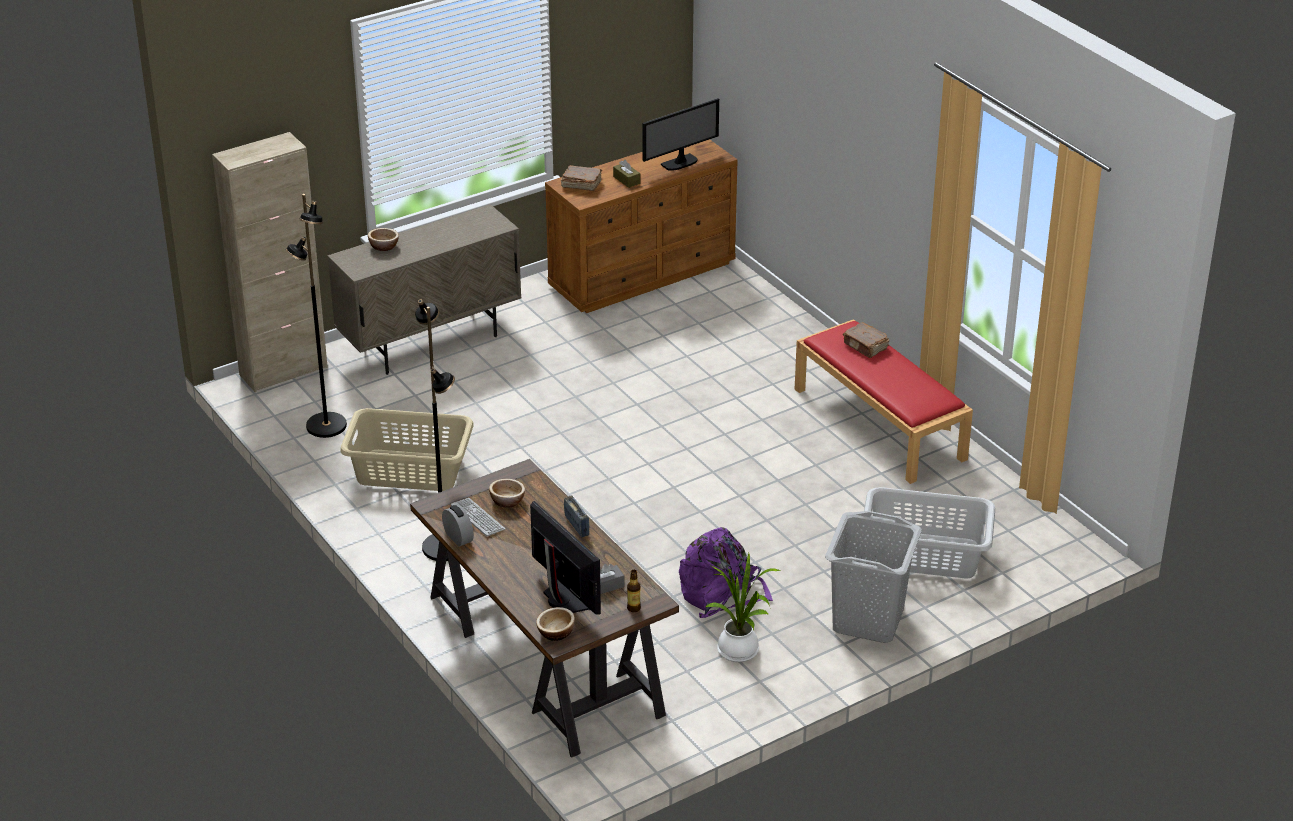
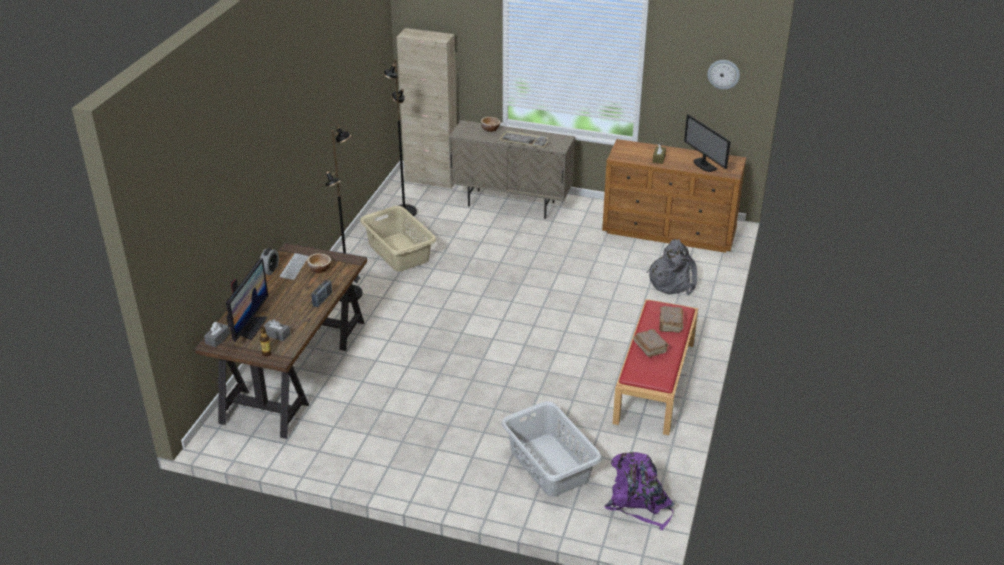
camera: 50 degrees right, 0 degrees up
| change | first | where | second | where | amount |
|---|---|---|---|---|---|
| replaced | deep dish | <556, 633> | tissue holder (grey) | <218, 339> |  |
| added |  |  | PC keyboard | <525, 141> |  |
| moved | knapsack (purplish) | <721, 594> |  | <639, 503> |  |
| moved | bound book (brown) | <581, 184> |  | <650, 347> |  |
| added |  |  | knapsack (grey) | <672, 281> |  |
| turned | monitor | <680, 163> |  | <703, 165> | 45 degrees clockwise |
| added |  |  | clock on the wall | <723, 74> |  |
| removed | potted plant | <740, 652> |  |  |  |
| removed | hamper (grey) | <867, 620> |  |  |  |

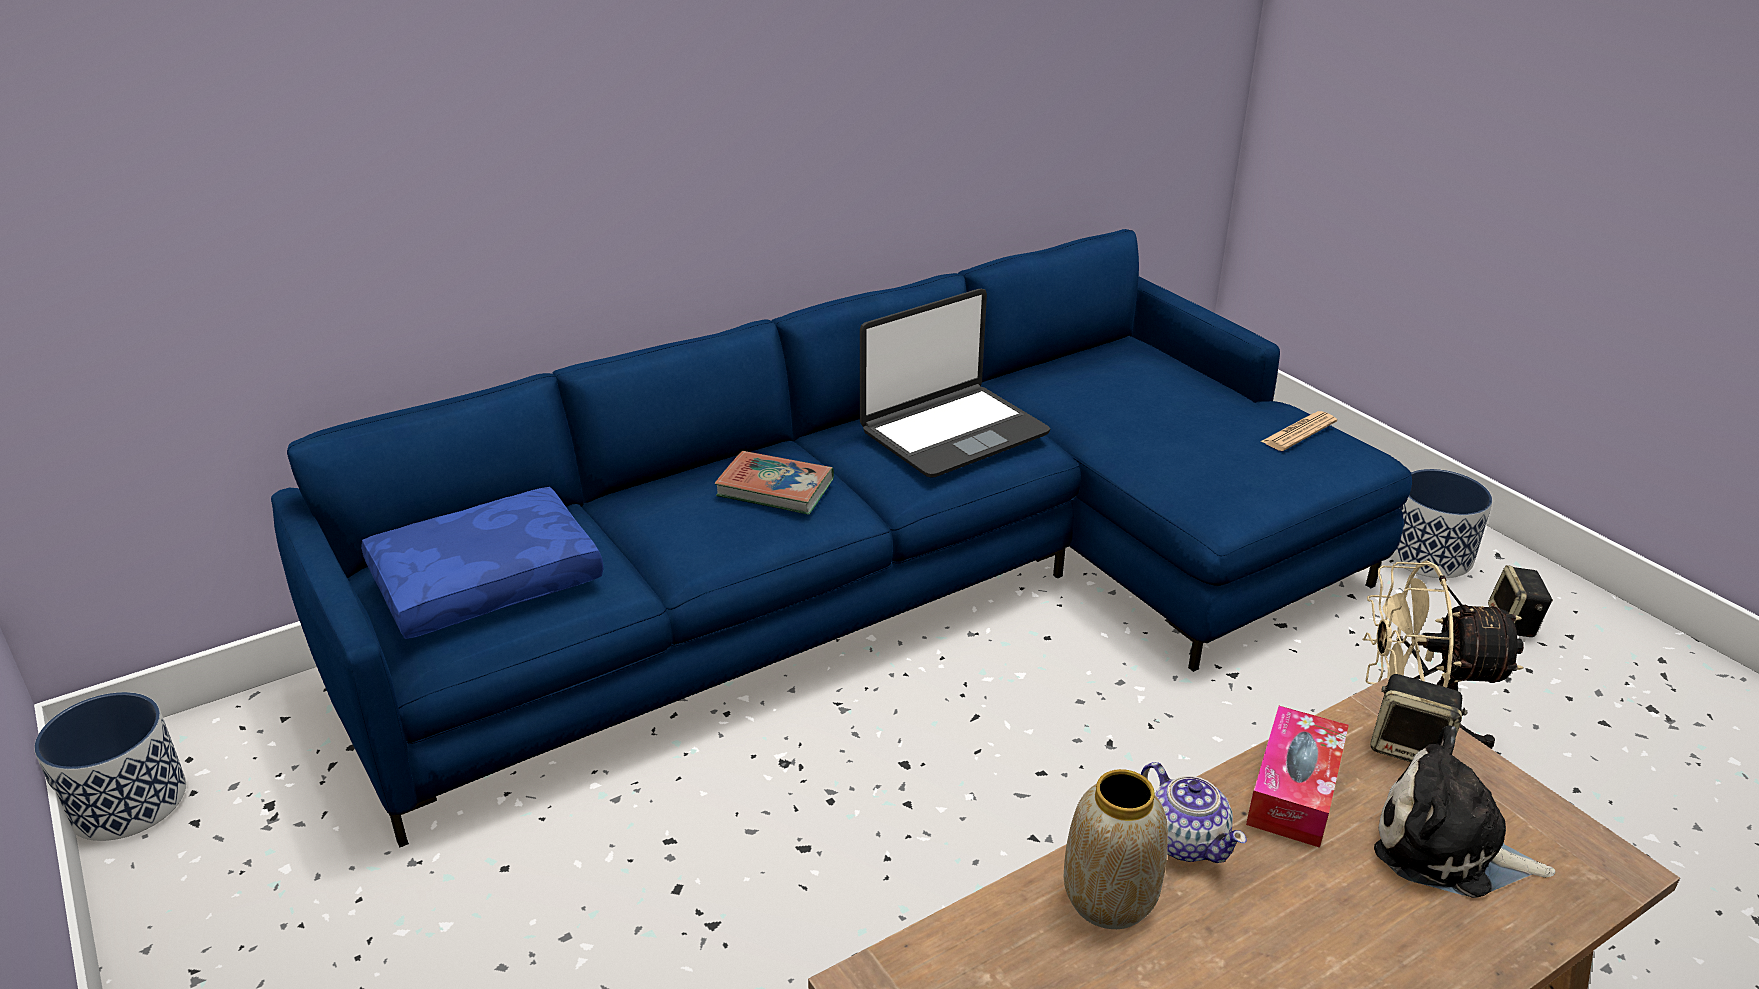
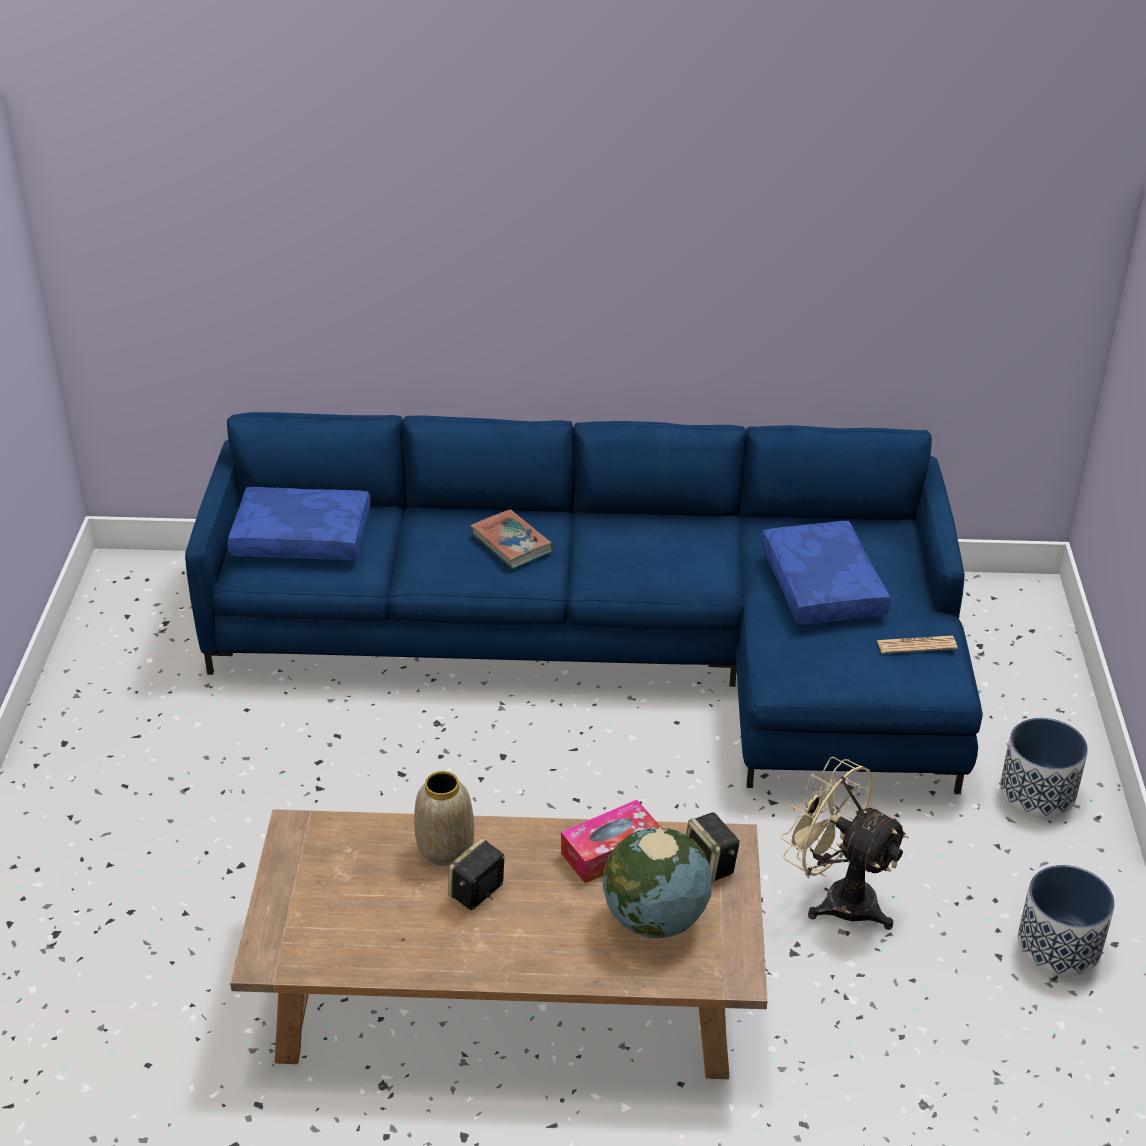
camera: 35 degrees right, 5 degrees up
| change | first | where | second | where | amount |
|---|---|---|---|---|---|
| moved | speaker | <1513, 623> |  | <477, 893> |  |
| replaced | cuddly toy | <1447, 847> | globe | <655, 919> |  |
| added |  |  | throw pillow (blue-coloured) | <819, 586> |  |
| moved | plant pot | <128, 802> |  | <1058, 945> |  |
| removed | laptop | <953, 432> |  |  |  |
| removed | tea pot | <1185, 840> |  |  |  |

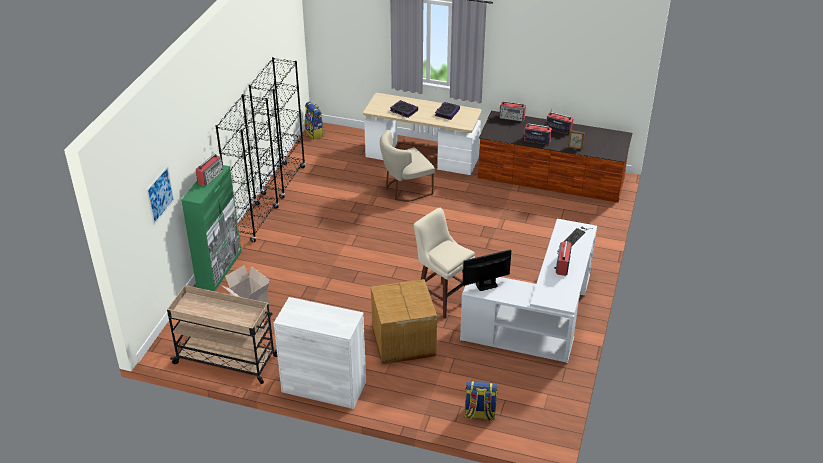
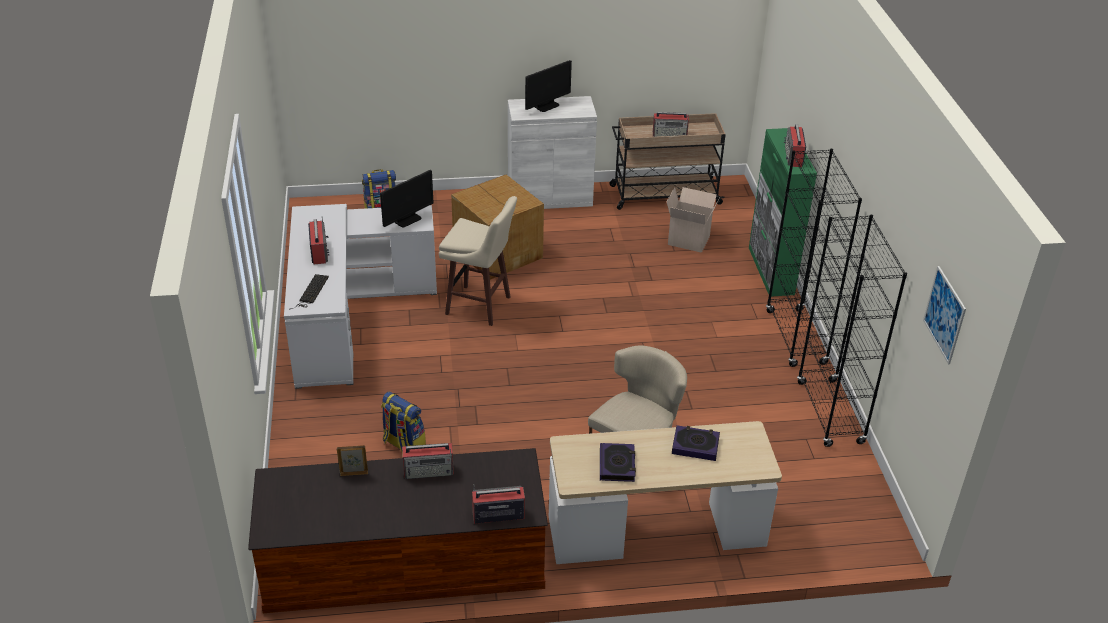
camera: 155 degrees right, 0 degrees up
| change | first | where | second | where | amount |
|---|---|---|---|---|---|
| moved | knapsack | <315, 133> |  | <403, 444> |  |
| added |  |  | monitor | <546, 106> |  |
| moved | radio receiver | <558, 129> |  | <670, 134> |  |
| moved | picture | <160, 195> |  | <944, 314> |  |

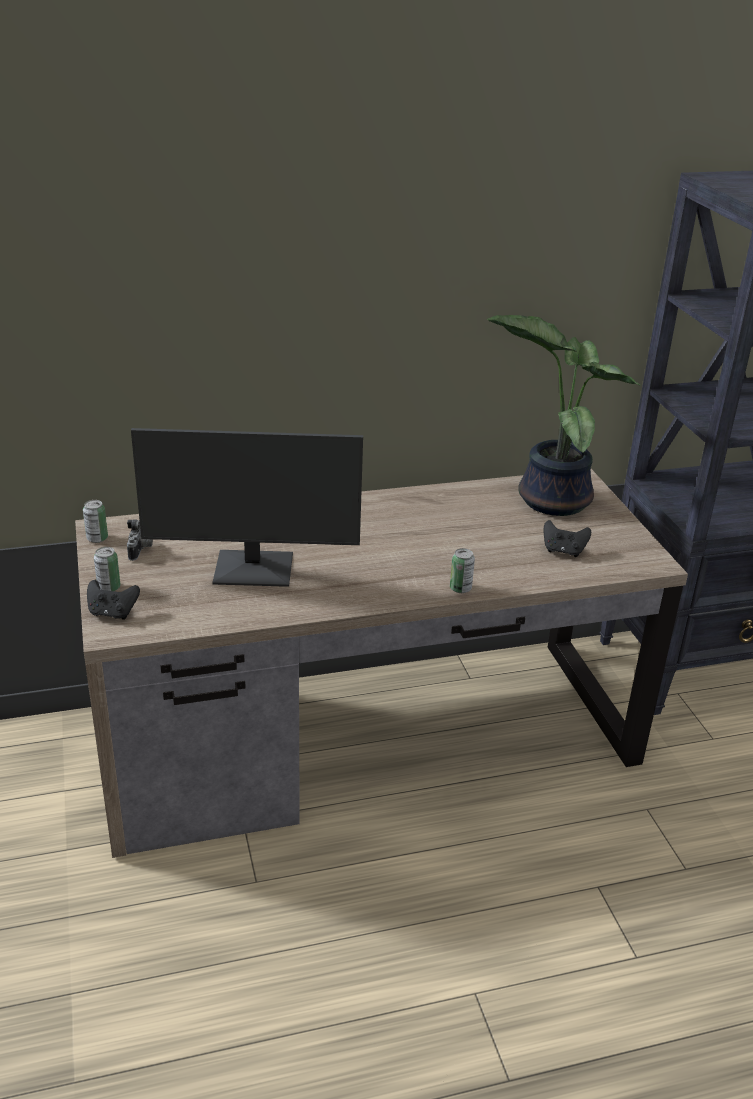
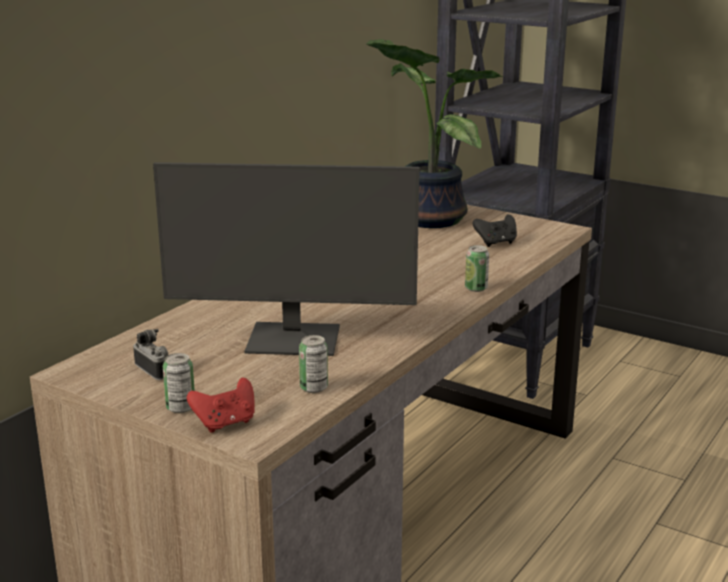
camera: 40 degrees left, 10 degrees down
| change | first | where | second | where | amount |
|---|---|---|---|---|---|
| turned | monitor | <254, 570> |  | <293, 341> | 45 degrees clockwise |
| recoloured | joypad (black) | <112, 613> | joypad (red-coloured) | <225, 423> |  |
| moved | metal can | <97, 538> |  | <314, 388> |  |

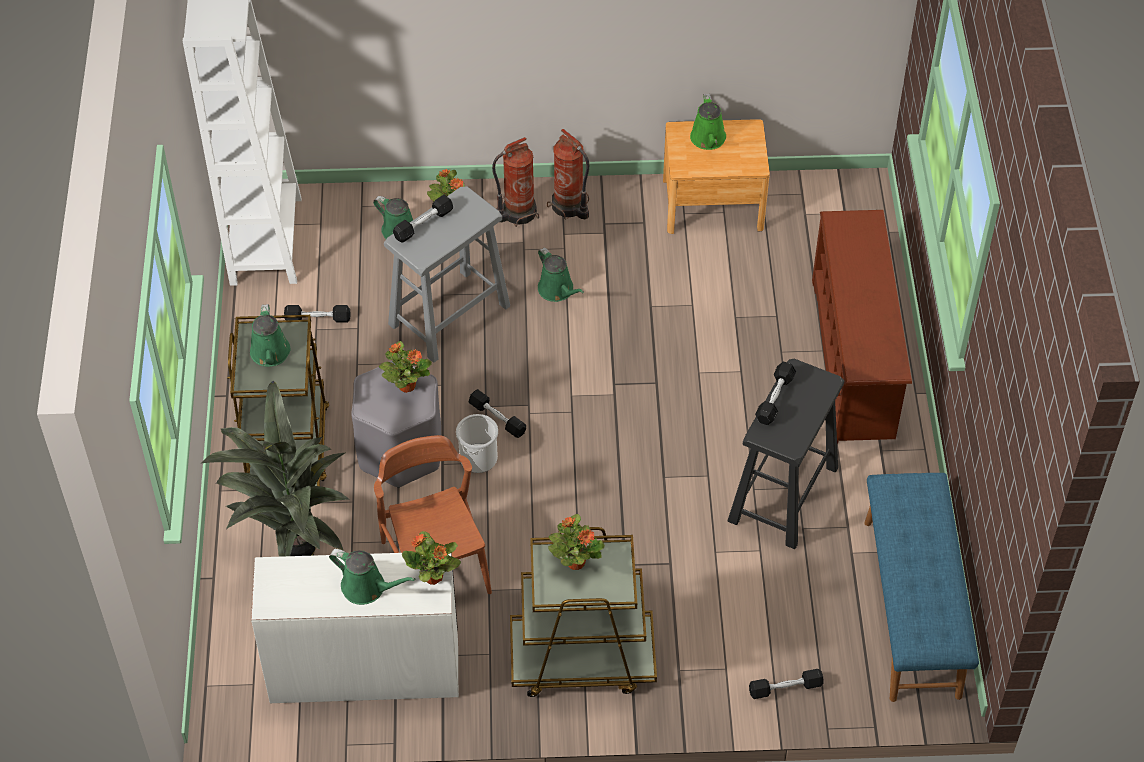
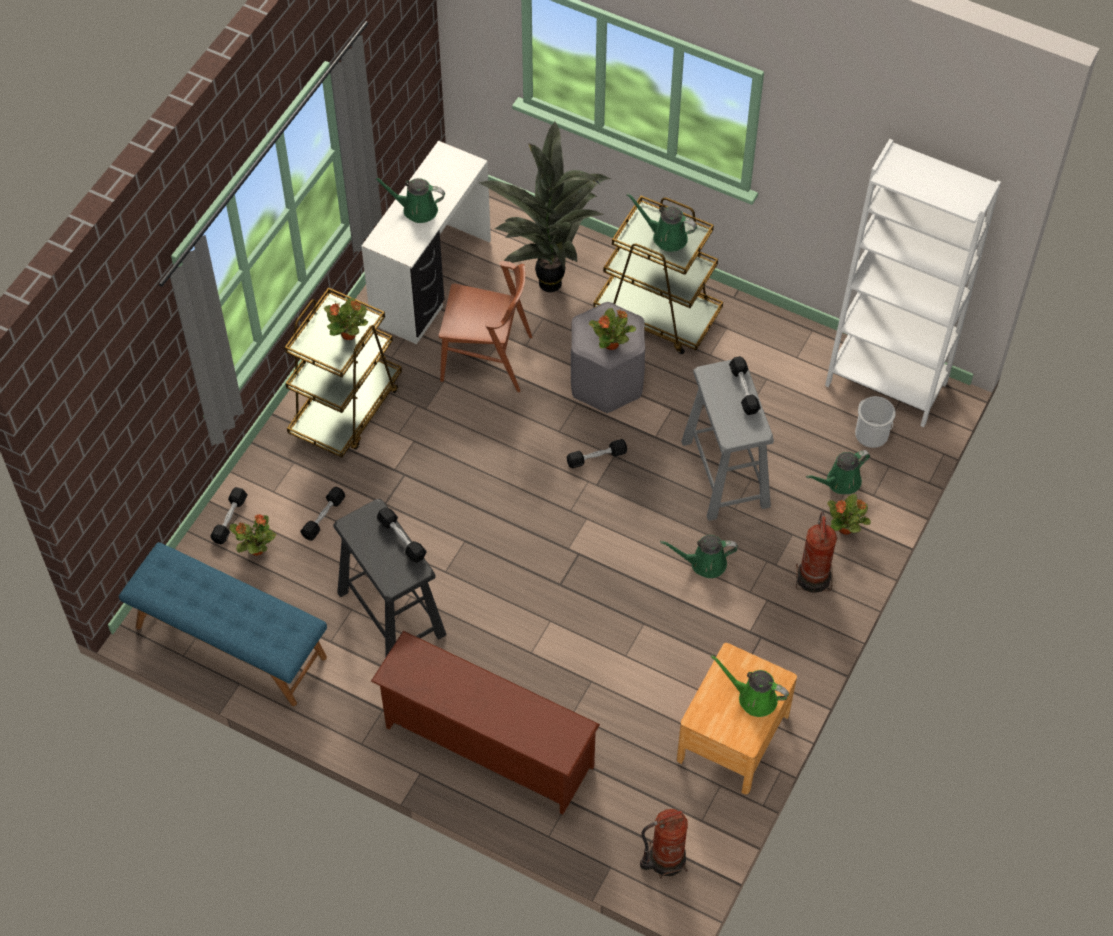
camera: 120 degrees right, 5 degrees up
| change | first | where | second | where | amount |
|---|---|---|---|---|---|
| moved | potted plant | <434, 577> |  | <256, 549> |  |
| moved | hand weight (black) | <318, 319> |  | <323, 517> |  |
| turned | watering pot (green-coloured) | <367, 587> |  | <416, 209> | 45 degrees clockwise |
| moved | fire-fighting cylinder | <569, 207> |  | <664, 859> |  |
| moved | bucket | <478, 458> |  | <871, 434> |  |

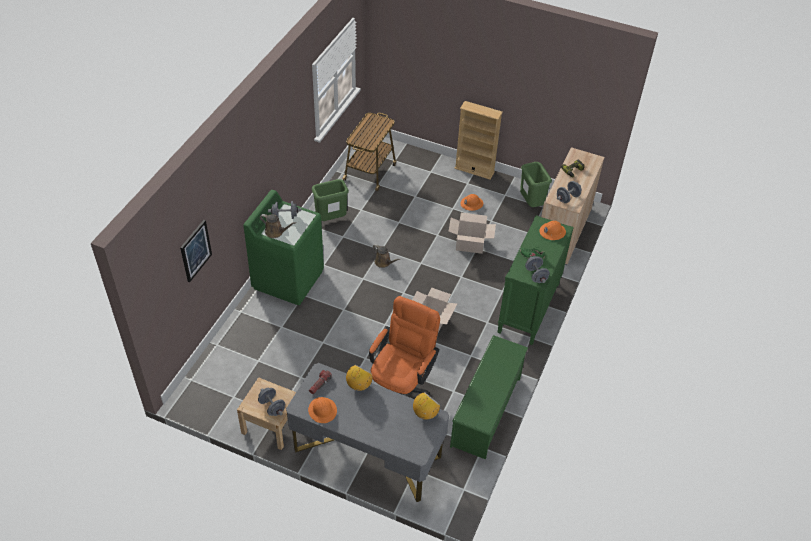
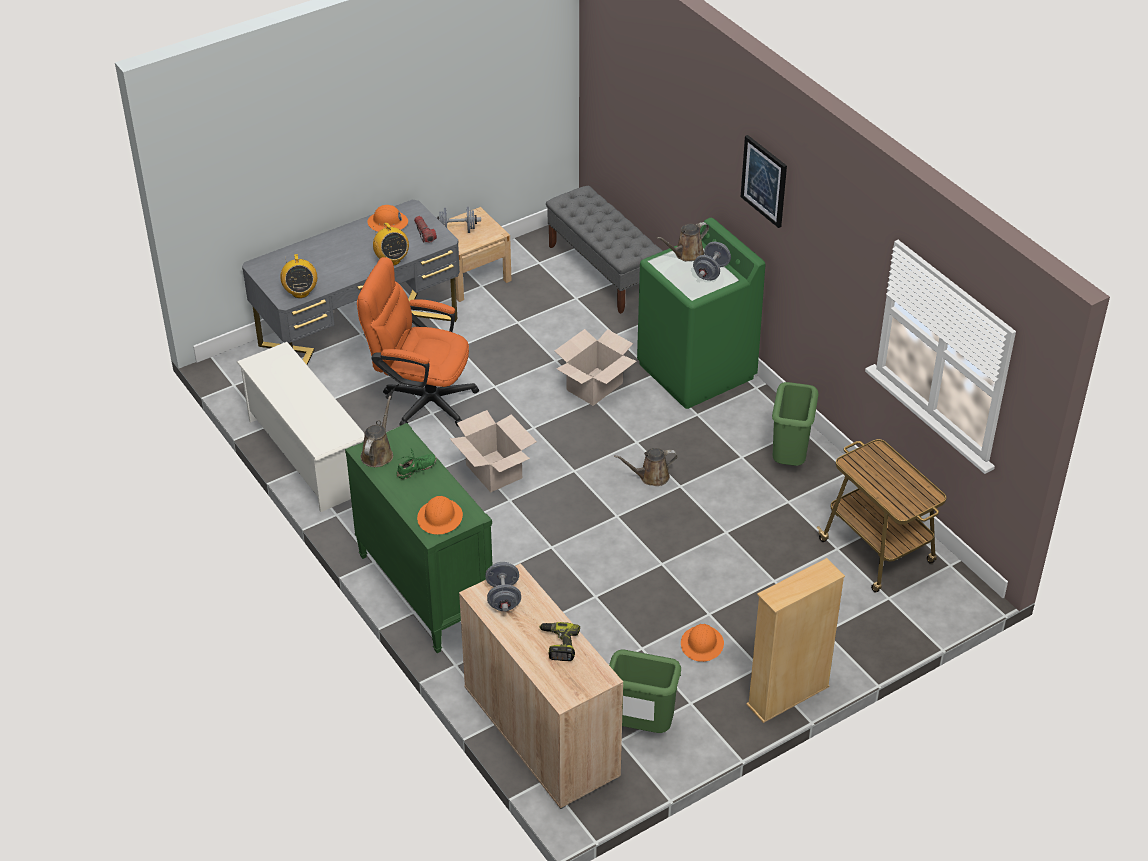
camera: 125 degrees right, 5 degrees down
| change | first | where | second | where | amount |
|---|---|---|---|---|---|
| recoloured | shoe stand (green-coloured) | <486, 412> | shoe stand (white-coloured) | <308, 455> |  |
| turned | office chair (orange) | <401, 386> |  | <421, 399> | 135 degrees clockwise |
| replaced | hand weight (grey) | <536, 275> | watering pot (brown) | <378, 453> |  |
| added |  |  | bench (grey) | <603, 271> |  |
| moved | packing box | <470, 244> |  | <594, 386> |  |
| moved | picture | <195, 250> |  | <764, 181> |  |

